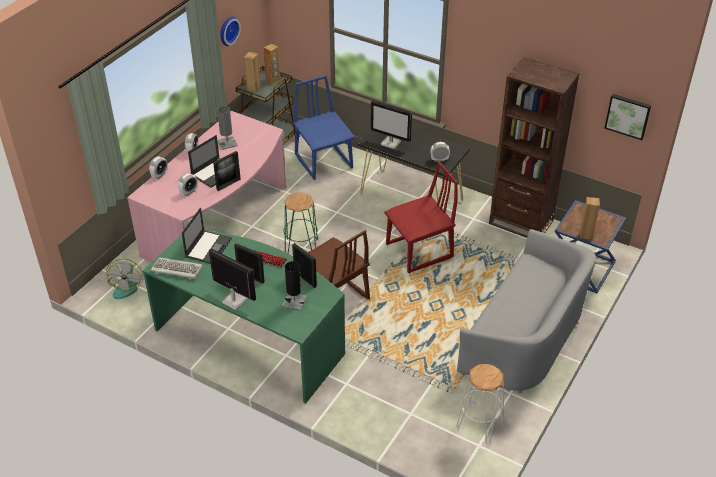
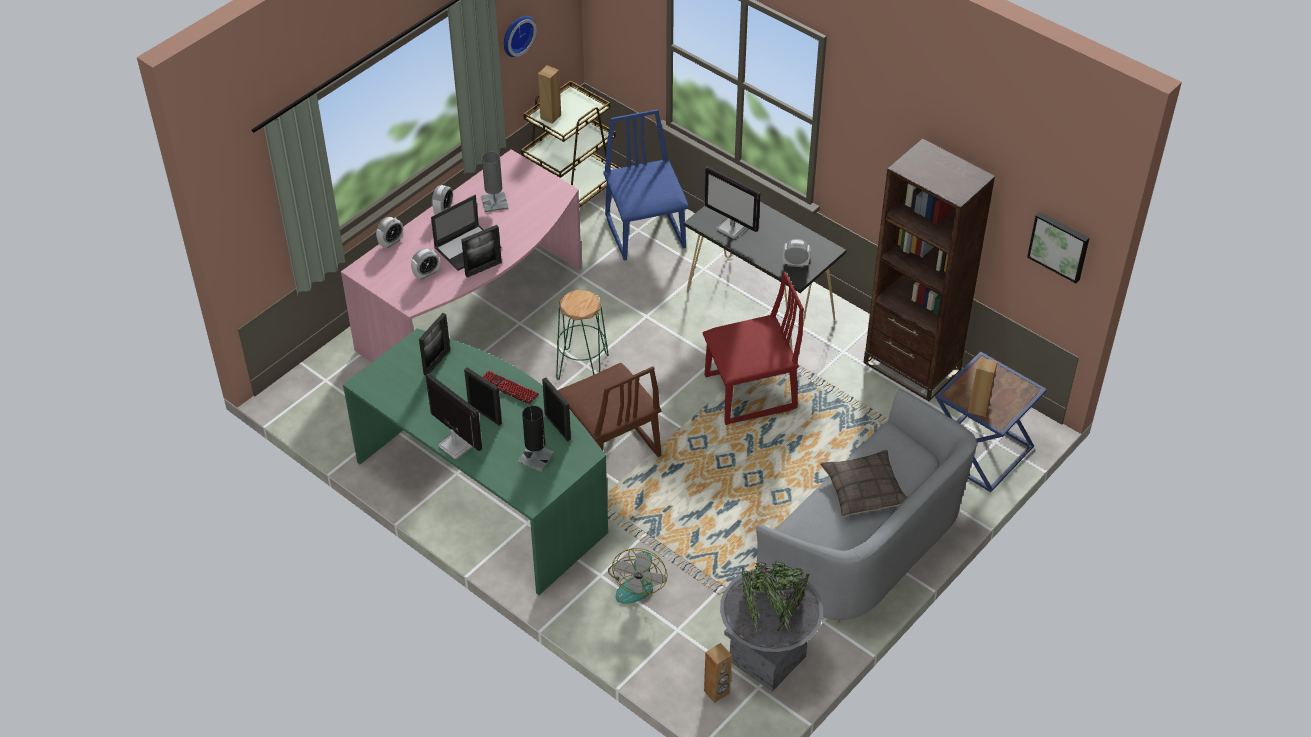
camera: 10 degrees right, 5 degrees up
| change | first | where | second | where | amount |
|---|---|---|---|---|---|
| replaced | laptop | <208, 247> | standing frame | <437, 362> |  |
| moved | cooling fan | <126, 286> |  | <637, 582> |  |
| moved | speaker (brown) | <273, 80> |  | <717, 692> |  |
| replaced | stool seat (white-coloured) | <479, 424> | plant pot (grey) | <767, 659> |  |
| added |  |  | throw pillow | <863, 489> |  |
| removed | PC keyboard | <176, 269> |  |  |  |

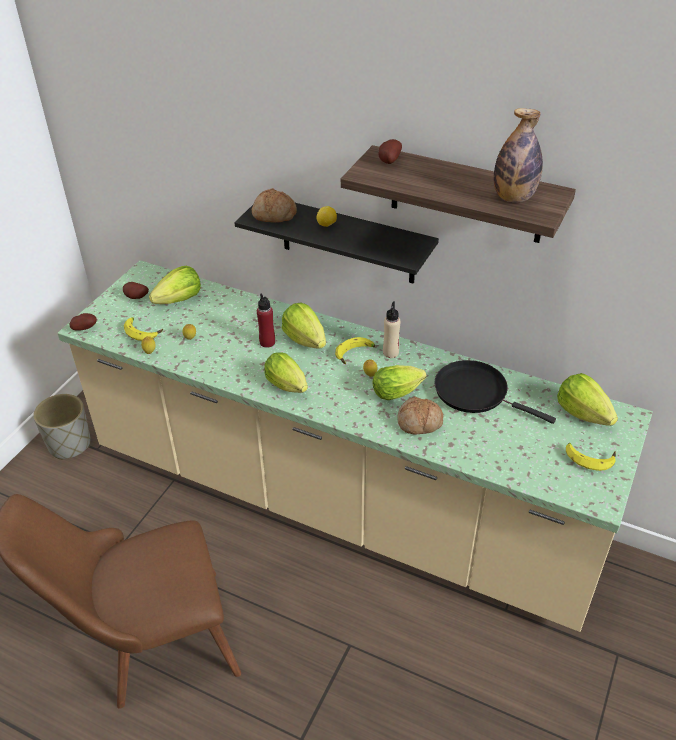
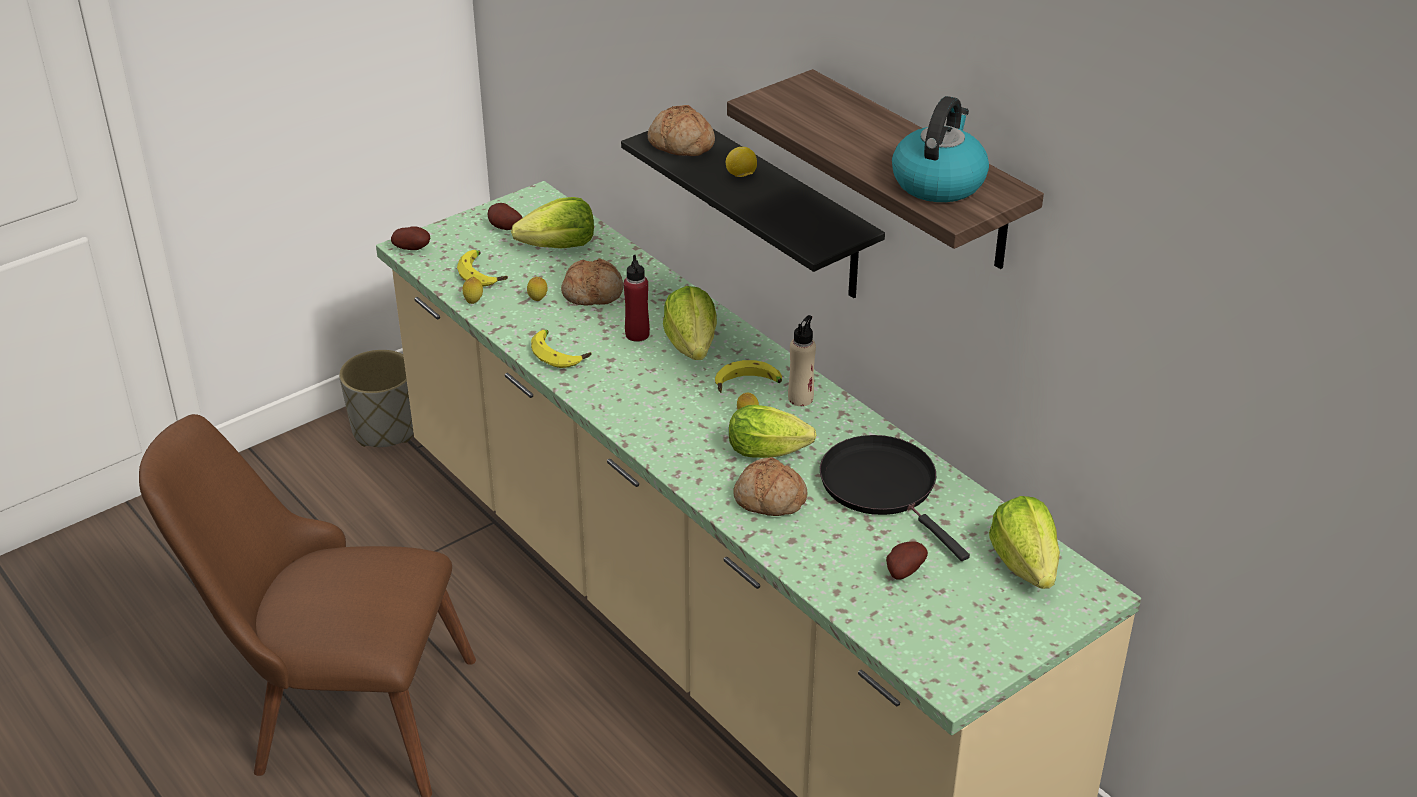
camera: 25 degrees right, 5 degrees down
| change | first | where | second | where | amount |
|---|---|---|---|---|---|
| moved | whole banana | <589, 457> |  | <560, 354> |  |
| added |  |  | bakery bread | <593, 292> |  |
| moved | potato | <388, 161> |  | <902, 571> |  |
| replaced | drink bottle | <513, 198> | kettle | <938, 182> |  |
| removed | lettuce head | <288, 387> |  |  |  |

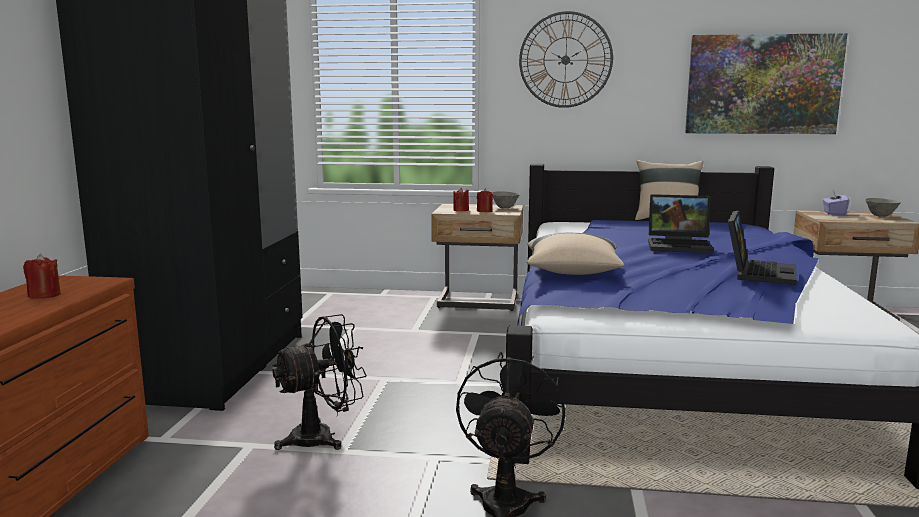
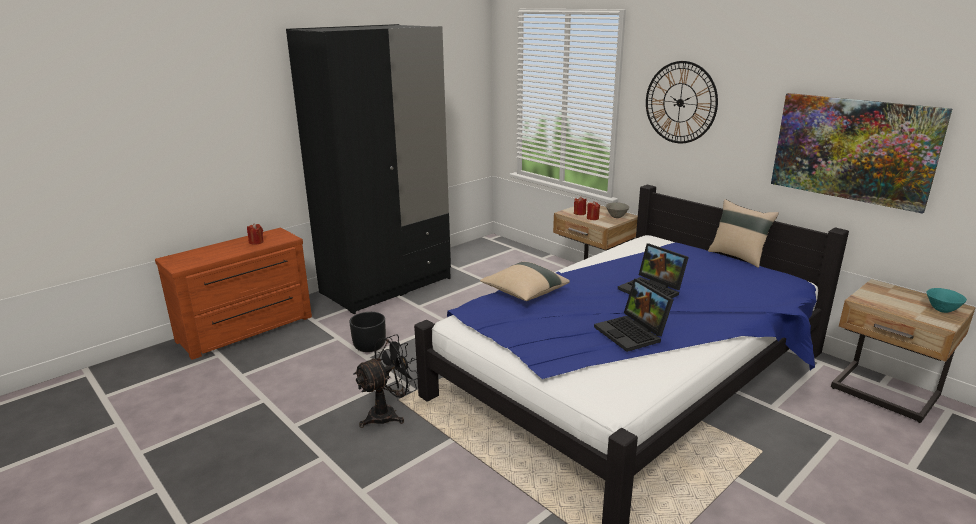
camera: 40 degrees right, 10 degrees up
| change | first | where | second | where | amount |
|---|---|---|---|---|---|
| replaced | cooling fan (black) | <323, 437> | plant pot (black) | <369, 346> |  |
| turned | laptop | <757, 272> |  | <633, 333> | 90 degrees clockwise |
| recoloured | deep dish (grey) | <881, 216> | deep dish (turquoise) | <942, 310> |  |
| removed | tissue holder (purplish) | <833, 213> |  |  |  |

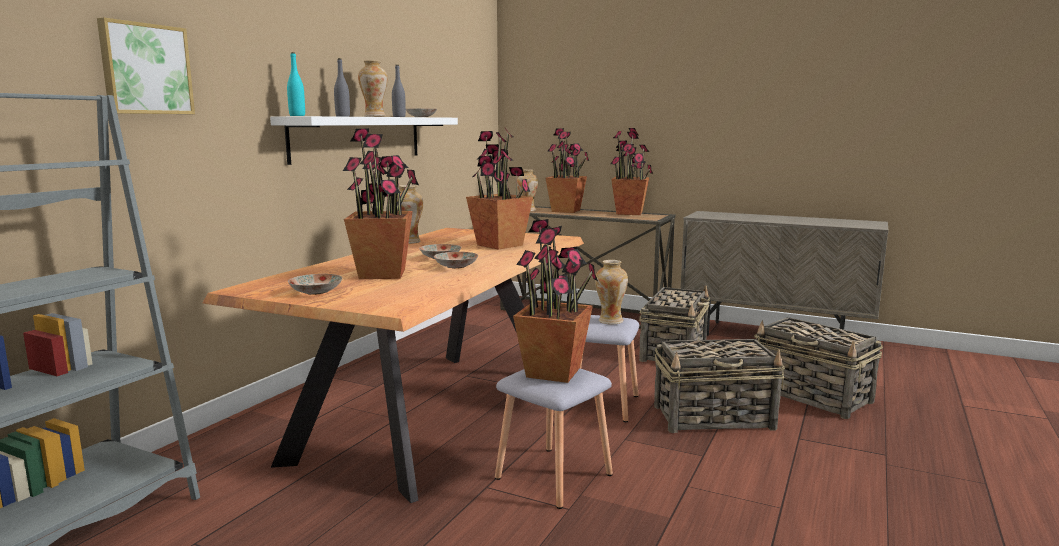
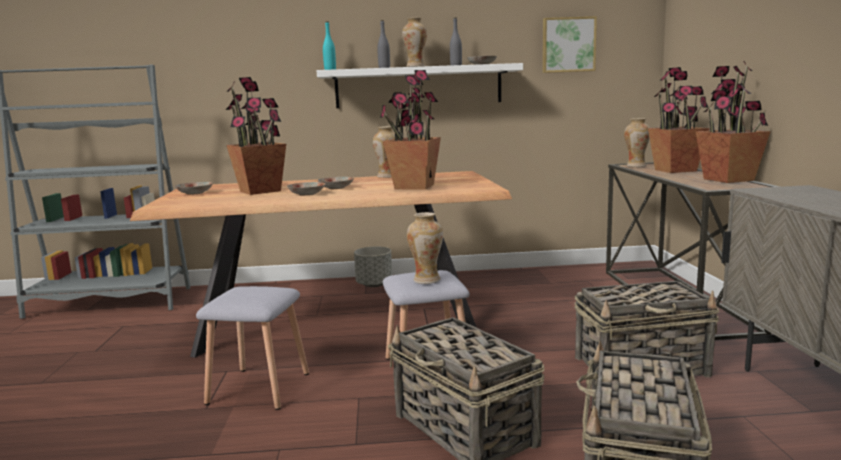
camera: 60 degrees right, 0 degrees up
| change | first | where | second | where | amount |
|---|---|---|---|---|---|
| added |  |  | plant pot (grey) | <374, 285> |  |
| moved | picture | <145, 69> |  | <568, 45> |  |
| removed | potted plant | <554, 372> |  |  |  |

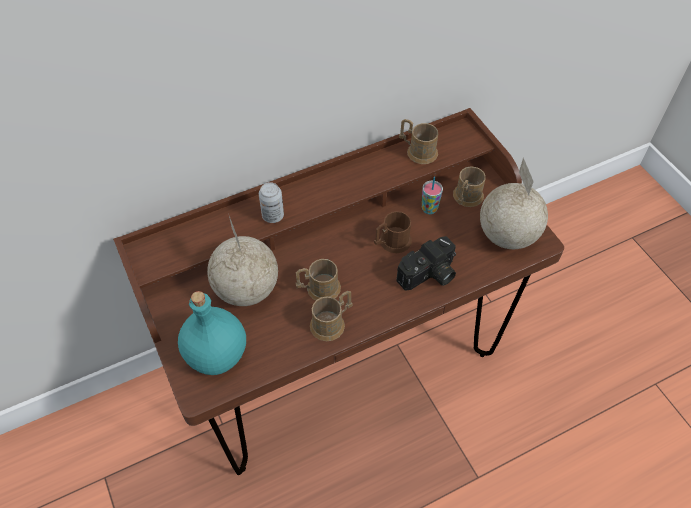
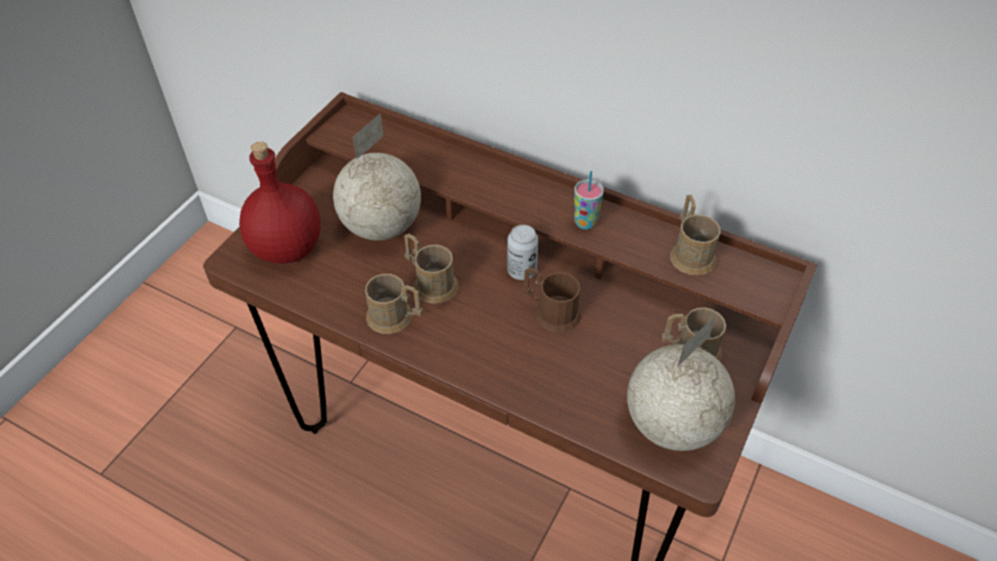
camera: 55 degrees right, 5 degrees down
| change | first | where | second | where | amount |
|---|---|---|---|---|---|
| recoloured | drink bottle (turquoise) | <215, 355> | drink bottle (red-coloured) | <286, 248> |  |
| moved | metal can | <273, 216> |  | <521, 271> |  |
| moved | small cup | <429, 209> |  | <585, 222> |  |
| removed | photo camera | <429, 276> |  |  |  |

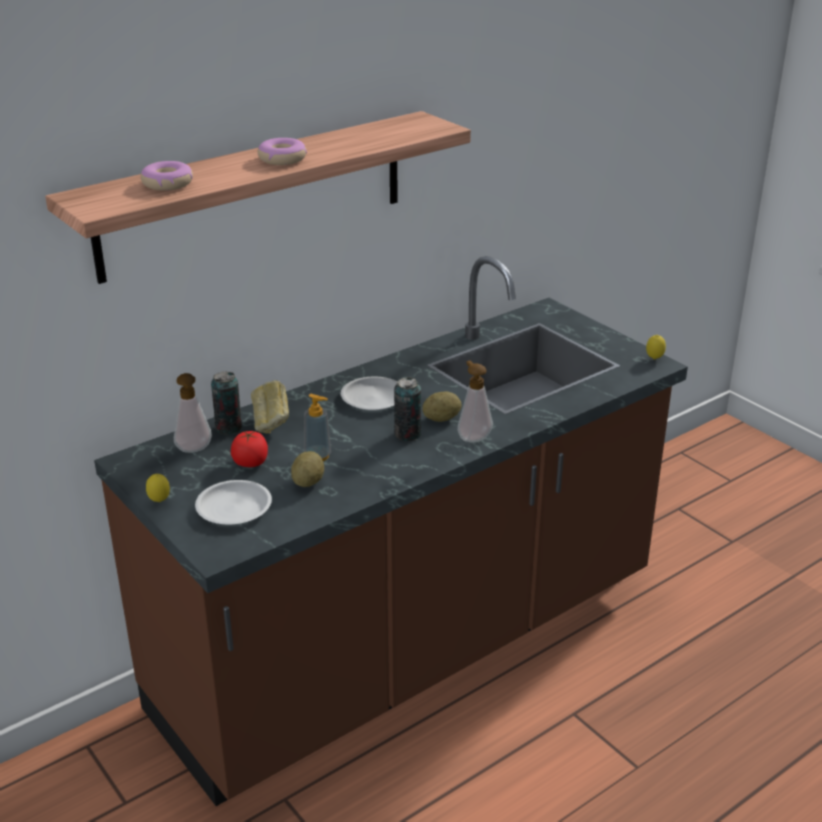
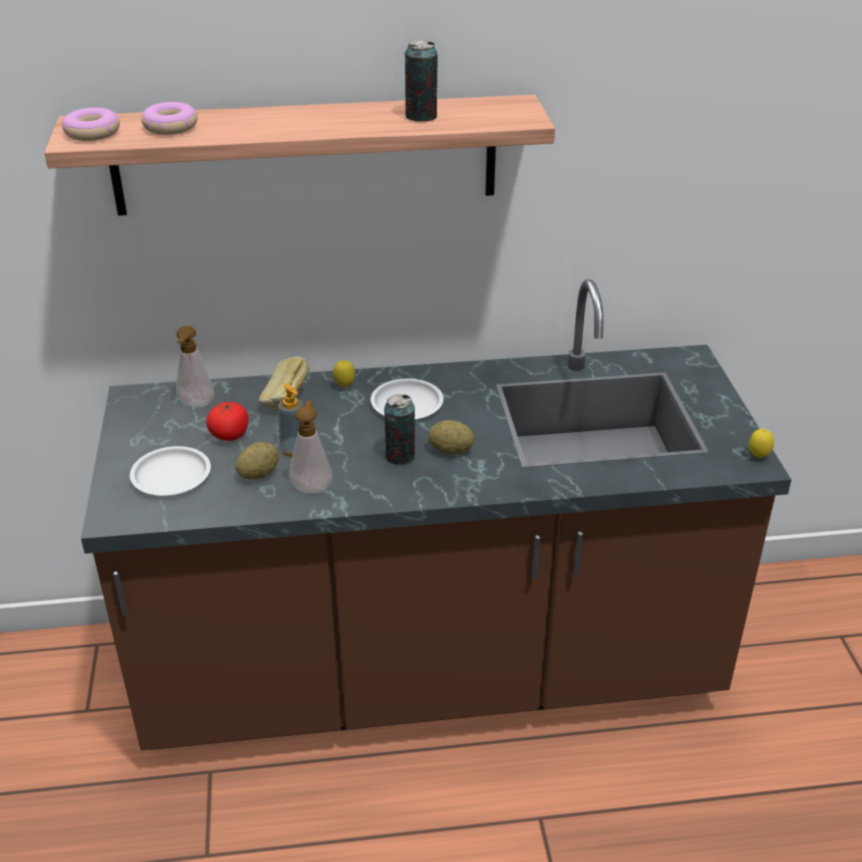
camera: 30 degrees right, 5 degrees up
| change | first | where | second | where | amount |
|---|---|---|---|---|---|
| moved | ring doughnut | <282, 159> |  | <92, 133> |  |
| moved | liquid soap bottle | <473, 437> |  | <312, 487> |  |
| moved | lemon | <159, 501> |  | <344, 387> |  |
| moved | metal can | <228, 428> |  | <421, 117> |  |

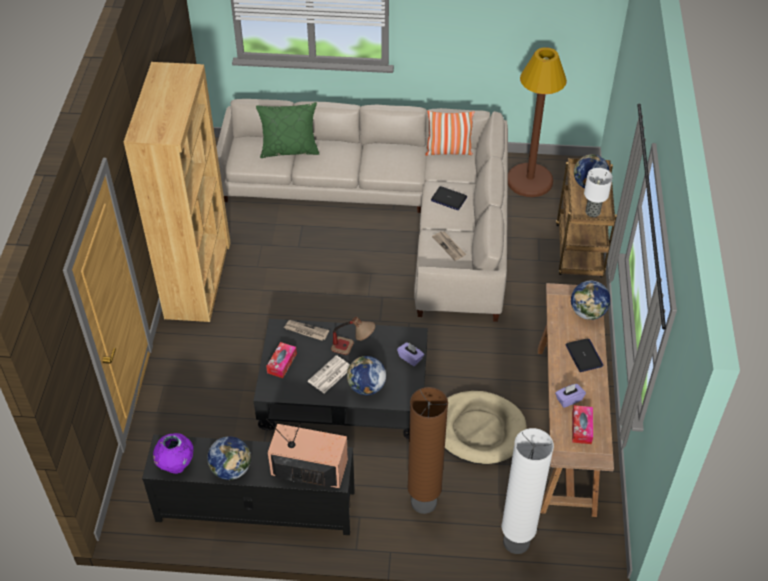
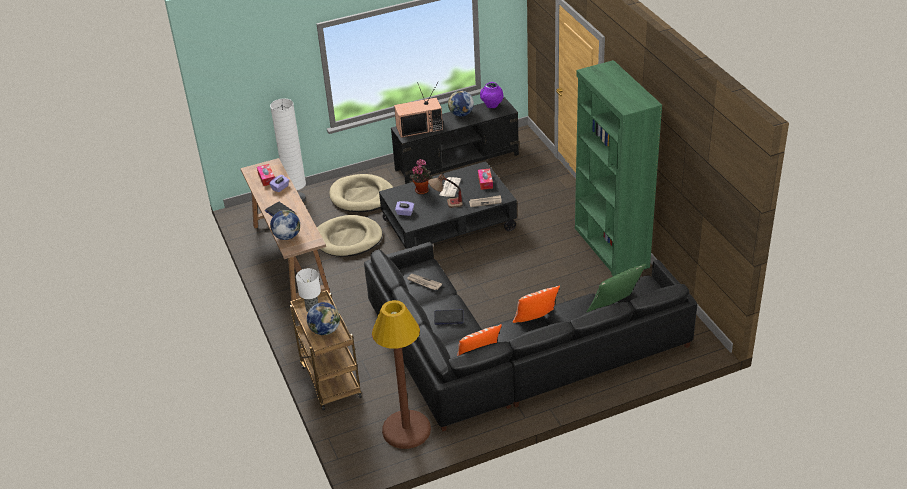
camera: 155 degrees right, 10 degrees down
| change | first | where | second | where | amount |
|---|---|---|---|---|---|
| replaced | standing lamp (brown) | <423, 502> | dog cushion (beige) | <362, 196> |  |
| recoloured | sofa (beige) | <392, 209> | sofa (black) | <511, 353> |  |
| replaced | globe | <366, 387> | potted plant | <422, 189> |  |
| added |  |  | throw pillow | <535, 319> |  |
| recoloured | bookshelf (brown) | <198, 279> | bookshelf (green-coloured) | <611, 248> |  |

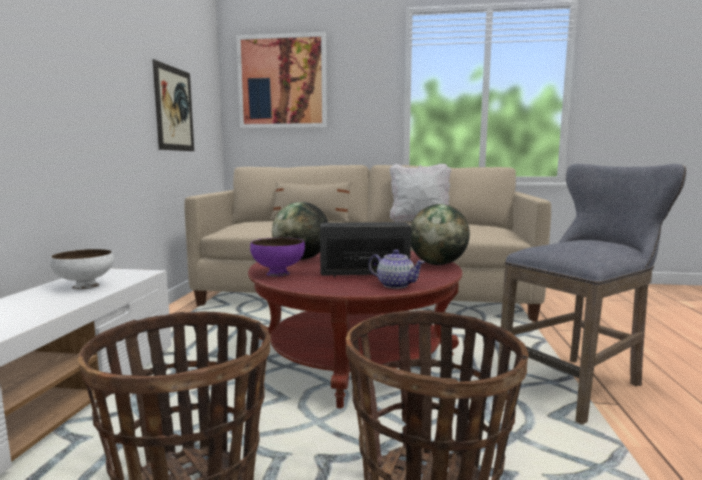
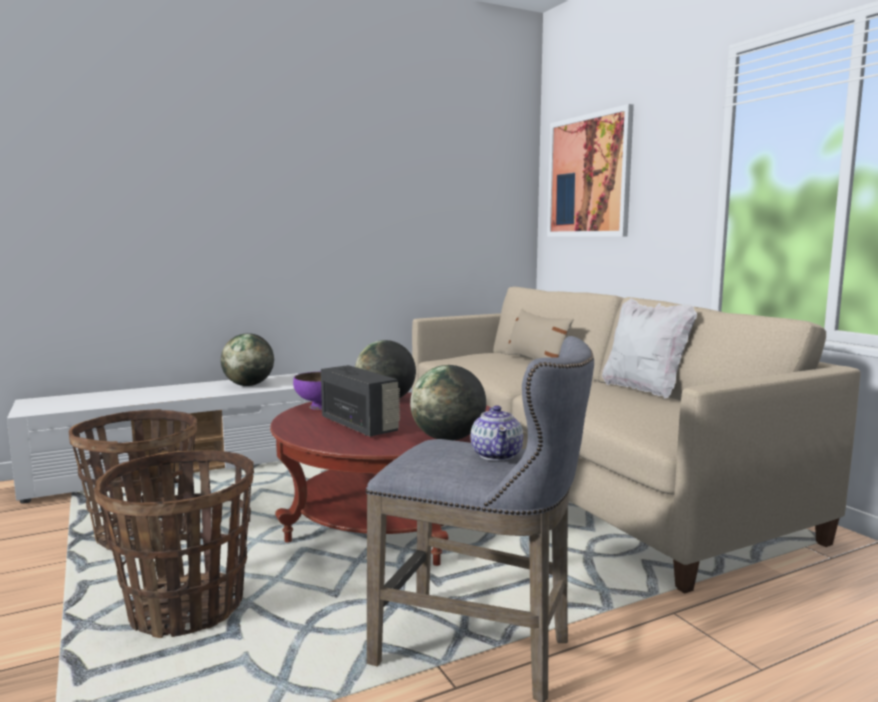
camera: 55 degrees right, 0 degrees up
| change | first | where | second | where | amount |
|---|---|---|---|---|---|
| replaced | deep dish (white-coloured) | <85, 286> | globe | <248, 385> |  |
| moved | tea pot | <395, 285> |  | <497, 455> |  |
| removed | picture | <174, 109> |  |  |  |

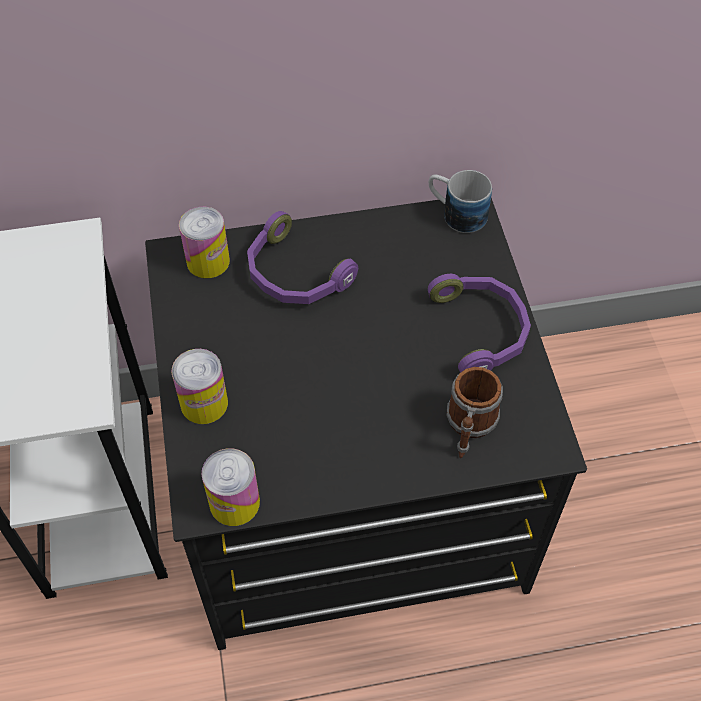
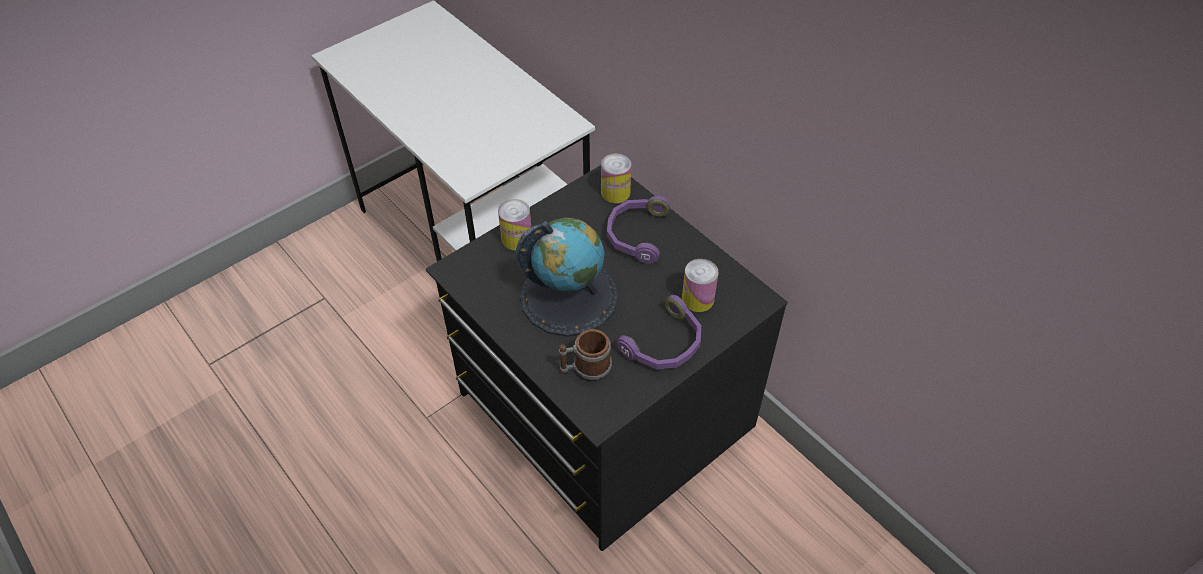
camera: 60 degrees right, 5 degrees down
| change | first | where | second | where | amount |
|---|---|---|---|---|---|
| added |  |  | globe | <569, 296> |  |
| moved | metal can | <234, 503> |  | <698, 299> |  |
| removed | tea mug | <456, 213> |  |  |  |

